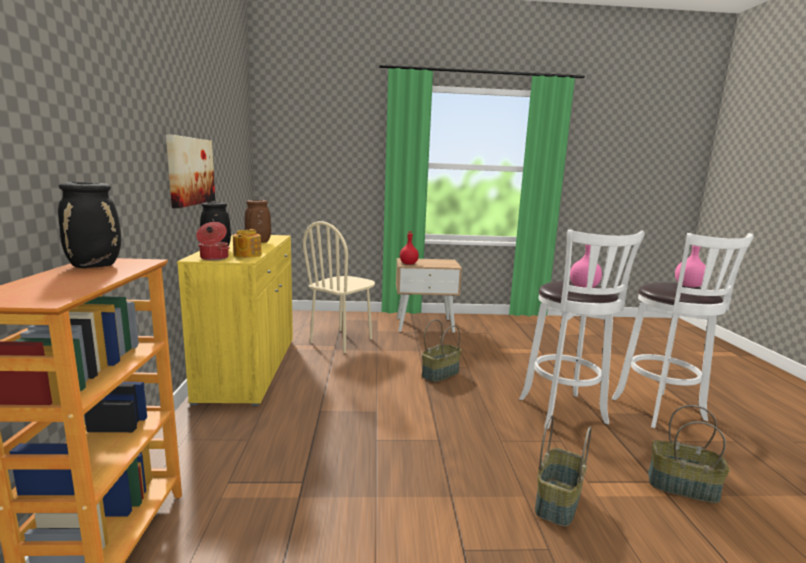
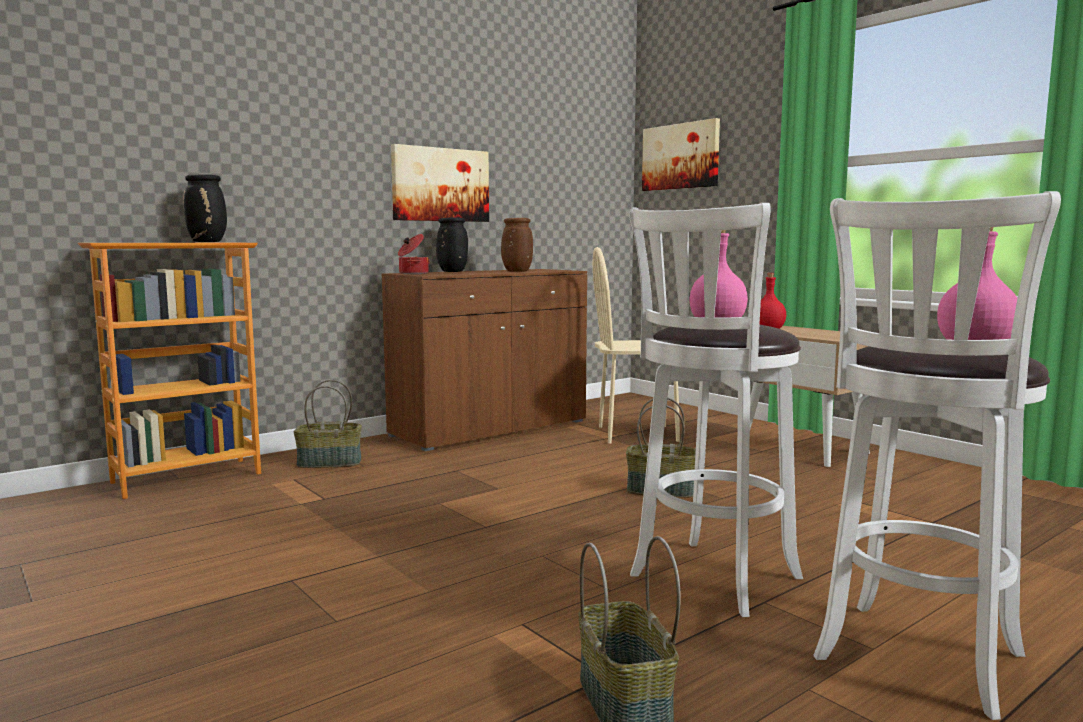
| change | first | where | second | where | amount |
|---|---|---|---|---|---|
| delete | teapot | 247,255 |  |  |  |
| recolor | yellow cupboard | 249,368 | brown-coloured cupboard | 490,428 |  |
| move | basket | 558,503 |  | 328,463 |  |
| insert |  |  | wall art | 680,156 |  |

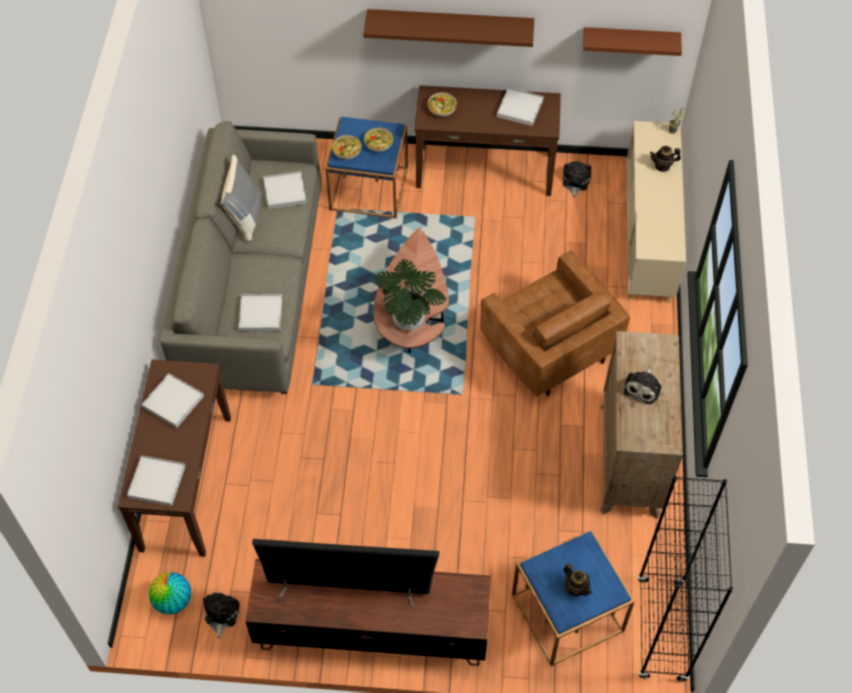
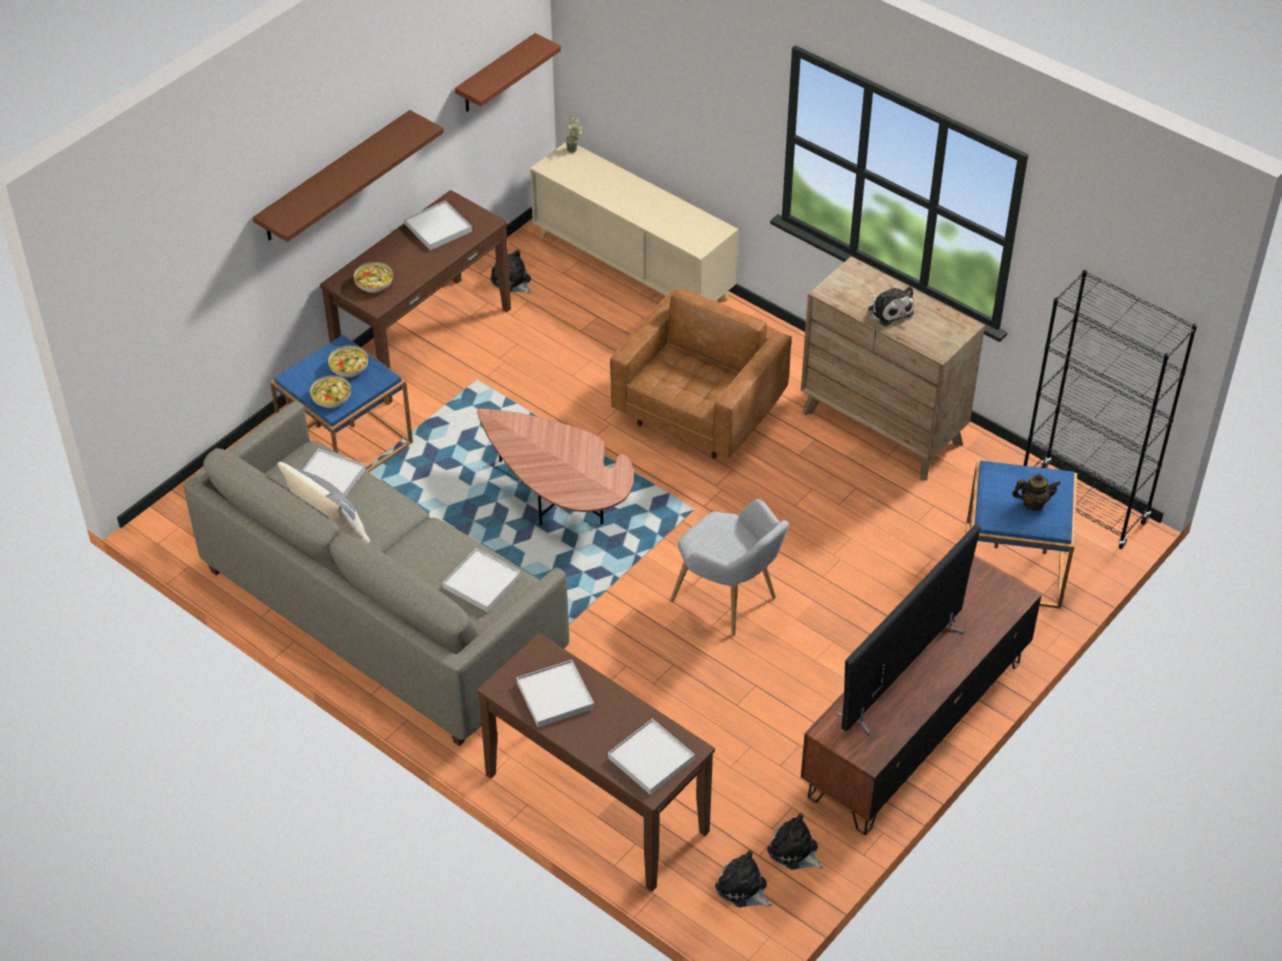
| change | first | where | second | where | amount |
|---|---|---|---|---|---|
| delete | teapot | 662,166 |  |  |  |
| rotate | brown-coloured easy chair | 549,348 |  | 700,414 | 60 degrees counterclockwise |
| delete | plant in a pot | 409,318 |  |  |  |
| replace | world globe | 173,601 | plush toy | 743,888 |  |
| insert |  |  | grey easy chair | 730,601 |  |

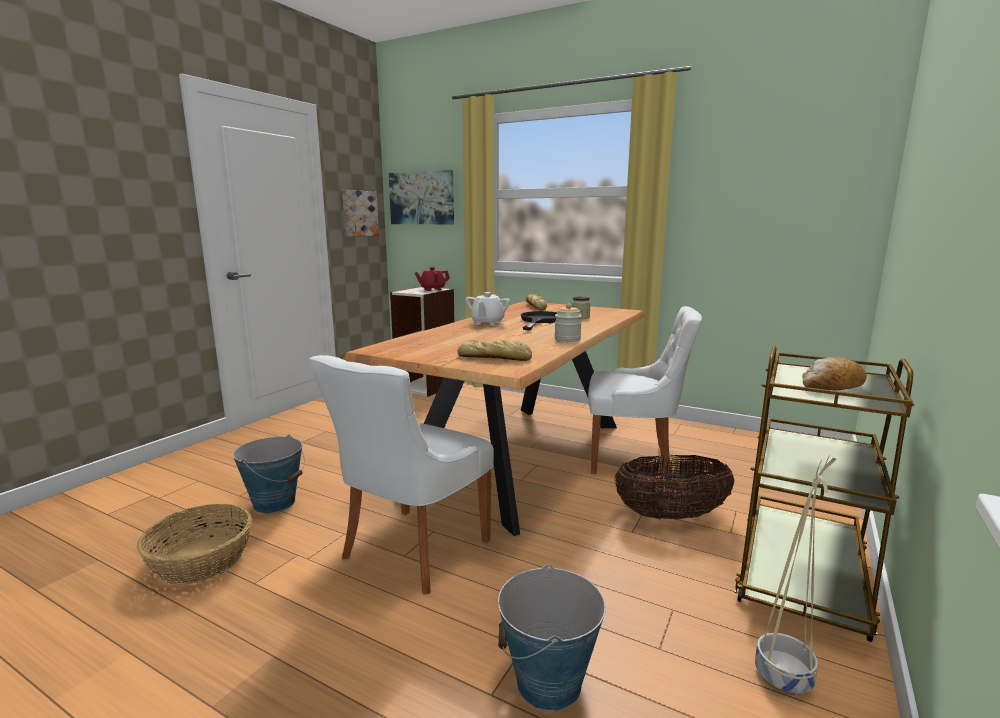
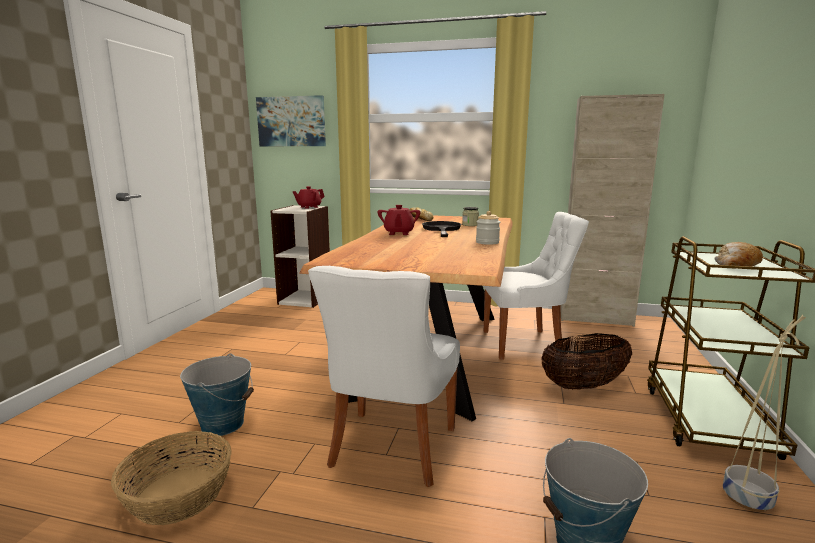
| change | first | where | second | where | amount |
|---|---|---|---|---|---|
| delete | wall art | 359,213 |  |  |  |
| recolor | whitish teapot | 487,323 | red-coloured teapot | 398,233 |  |
| delete | baked bread | 496,358 |  |  |  |
| insert |  |  | beige cupboard | 595,318 |  |

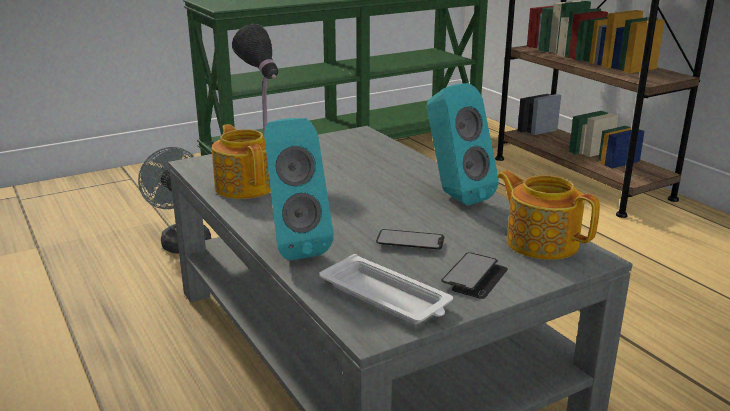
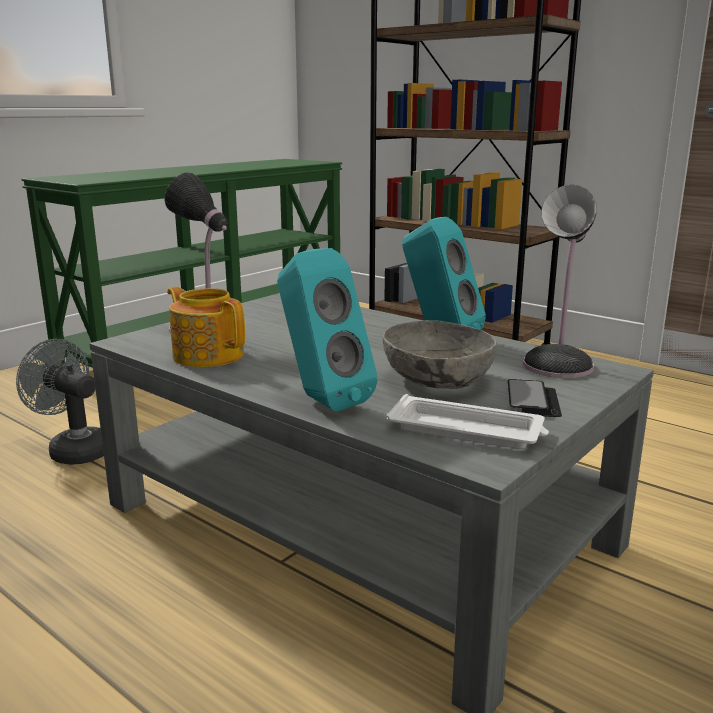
| change | first | where | second | where | amount |
|---|---|---|---|---|---|
| replace | teapot | 541,242 | table lamp | 559,364 |  |
| replace | phone | 410,242 | grey deep dish | 438,380 |  |

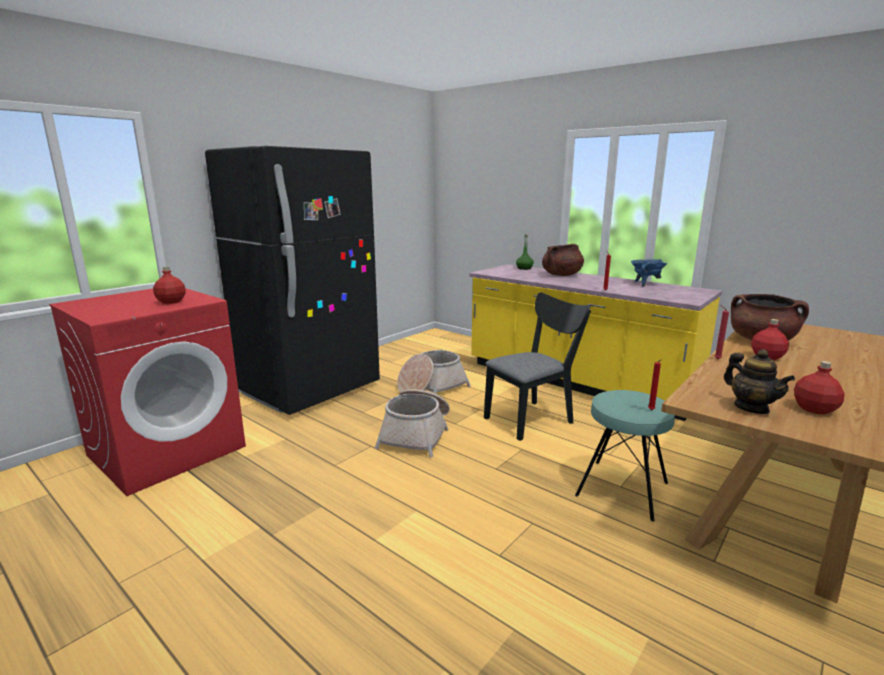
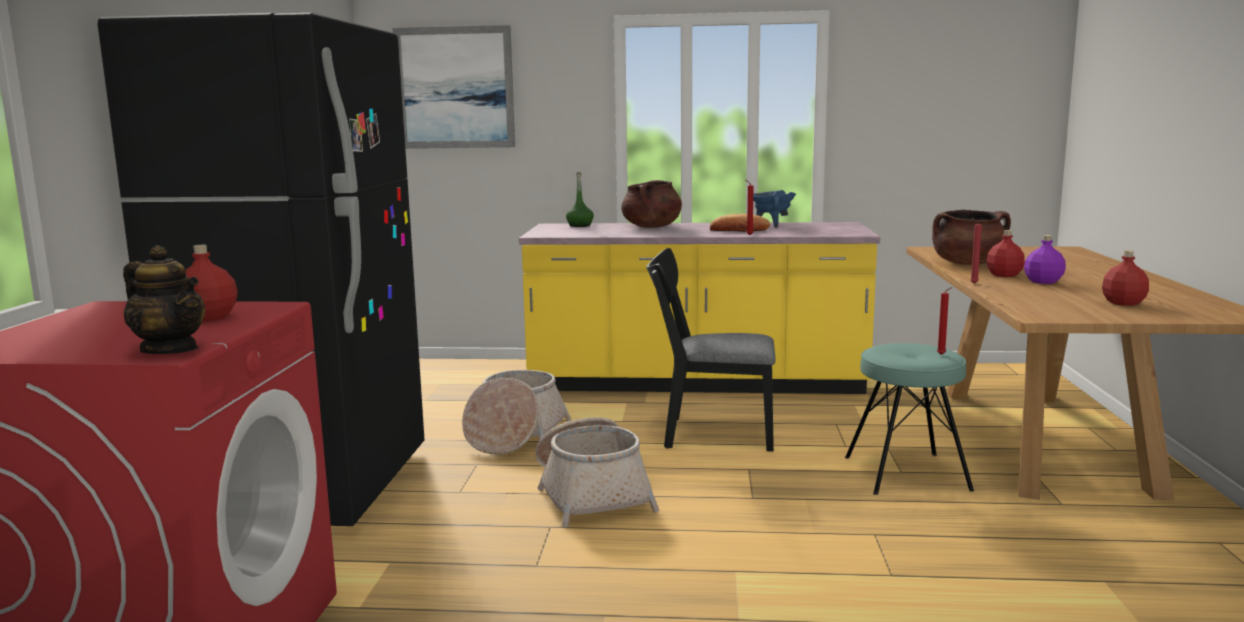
| change | first | where | second | where | amount |
|---|---|---|---|---|---|
| rotate | black-coloured plain chair | 533,418 |  | 709,434 | 105 degrees counterclockwise |
| move | teapot | 751,408 |  | 170,350 |  |
| insert |  |  | wall art | 455,88 |  |
| insert |  |  | baked bread | 739,230 |  |
| insert |  |  | purplish bottle | 1043,282 |  |

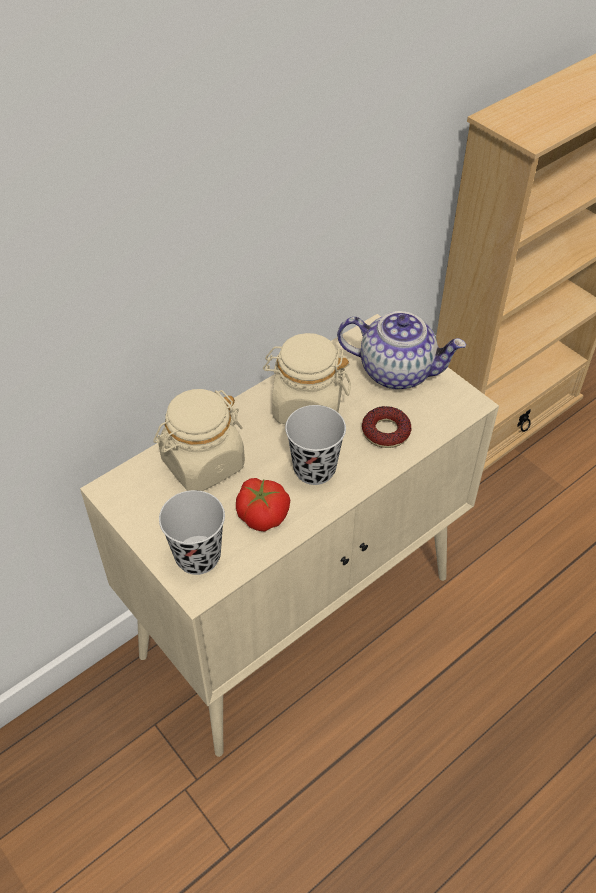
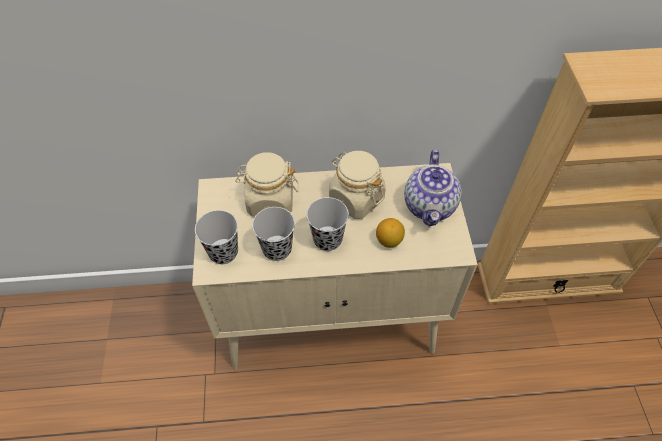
| change | first | where | second | where | amount |
|---|---|---|---|---|---|
| rotate | teapot | 397,371 |  | 430,206 | 45 degrees clockwise |
| replace | doughnut | 385,432 | citrus fruit | 389,240 |  |
| replace | tomato | 263,514 | black-coloured small cup | 277,249 |  |

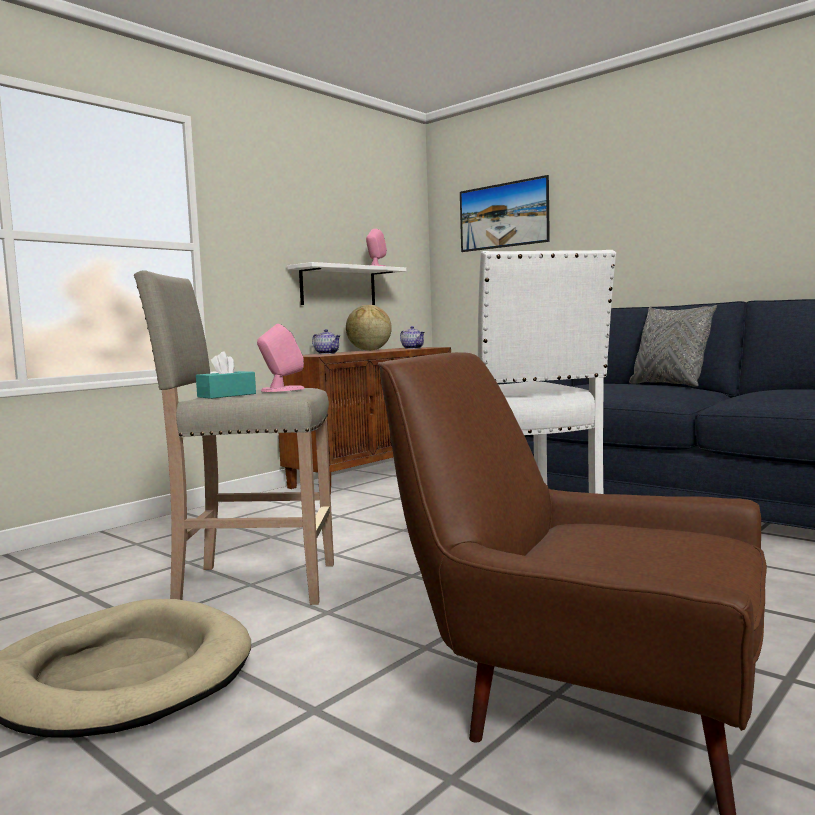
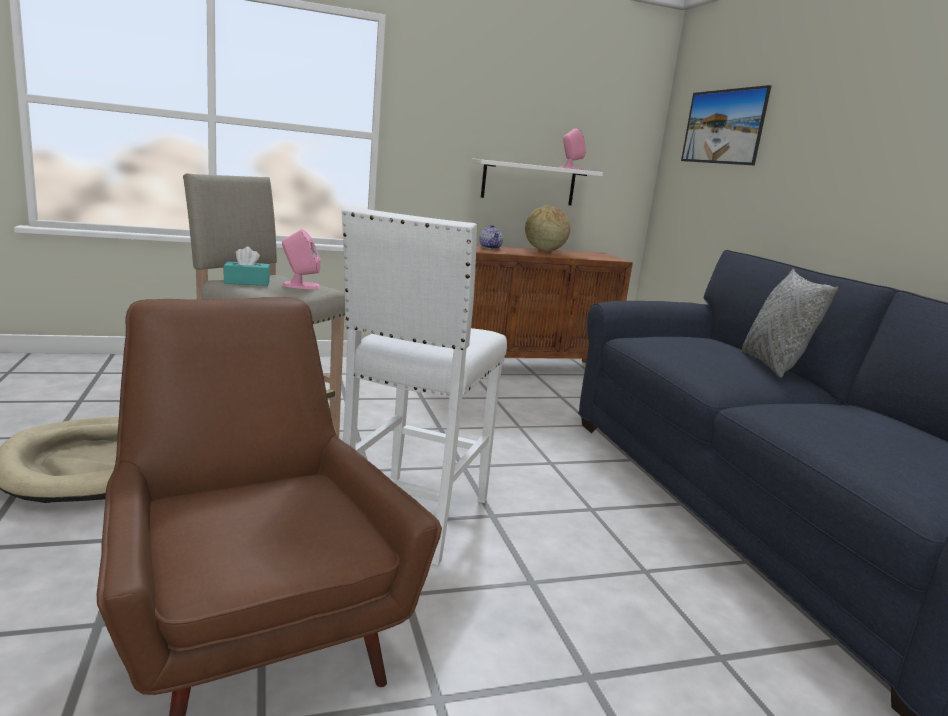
| change | first | where | second | where | amount |
|---|---|---|---|---|---|
| delete | teapot | 413,348 |  |  |  |

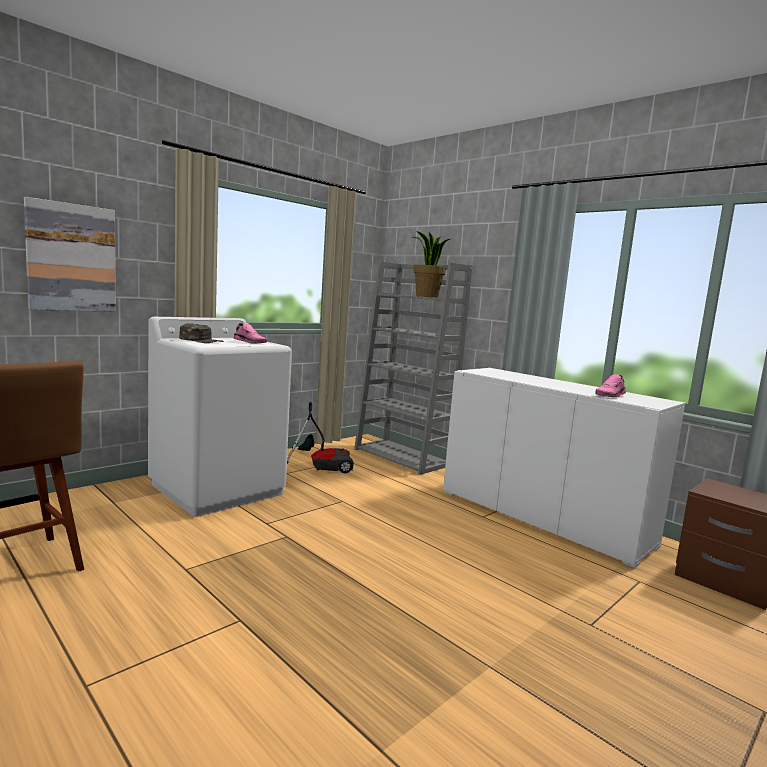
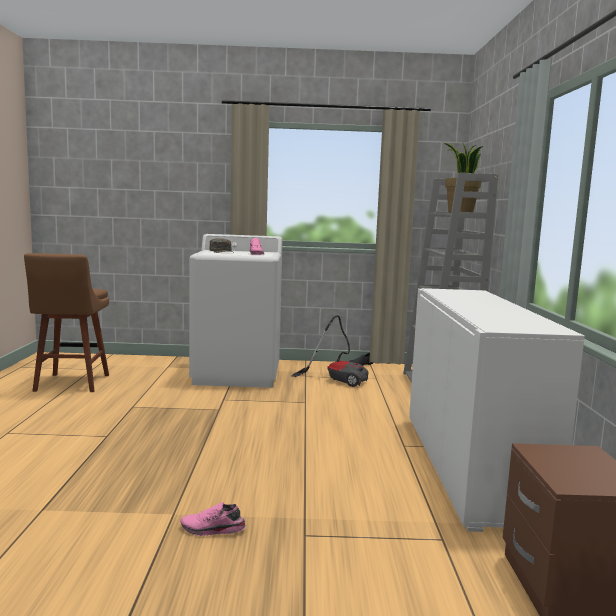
| change | first | where | second | where | amount |
|---|---|---|---|---|---|
| delete | wall art | 71,258 |  |  |  |
| move | pinkish low shoe | 611,395 |  | 212,530 |  |

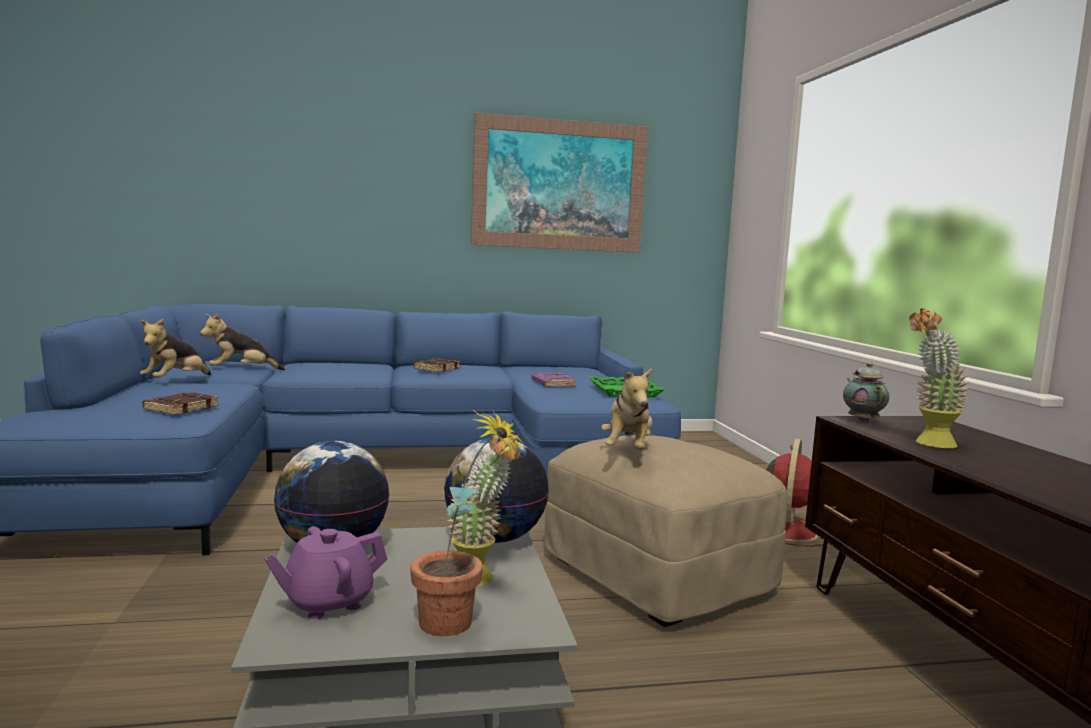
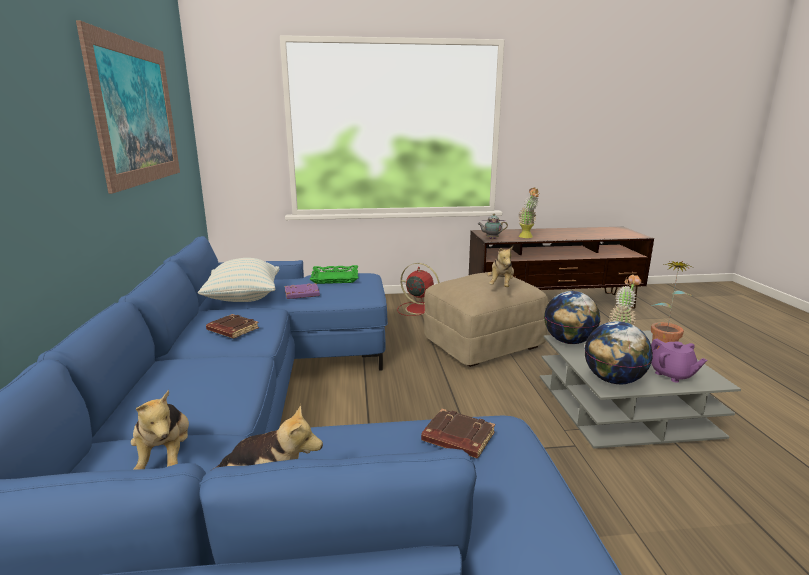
| change | first | where | second | where | amount |
|---|---|---|---|---|---|
| rotate | plush toy | 628,450 |  | 501,286 | 90 degrees clockwise |
| insert |  |  | throw pillow | 243,298 |  |

